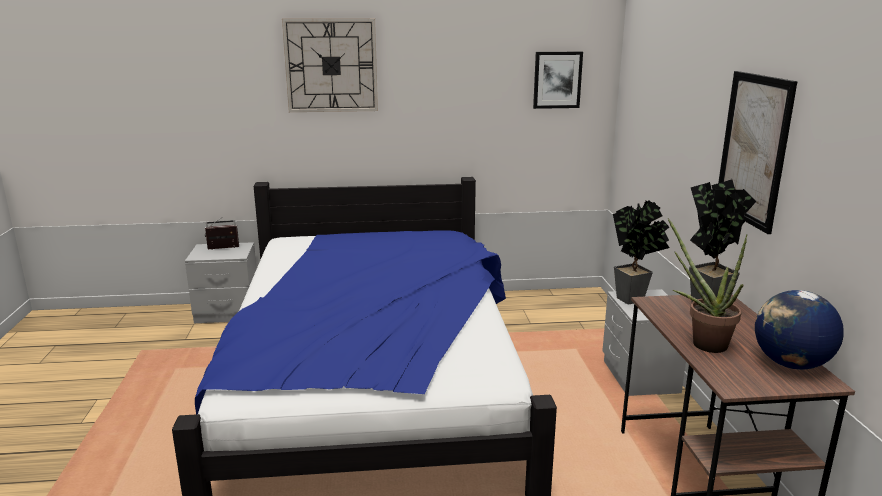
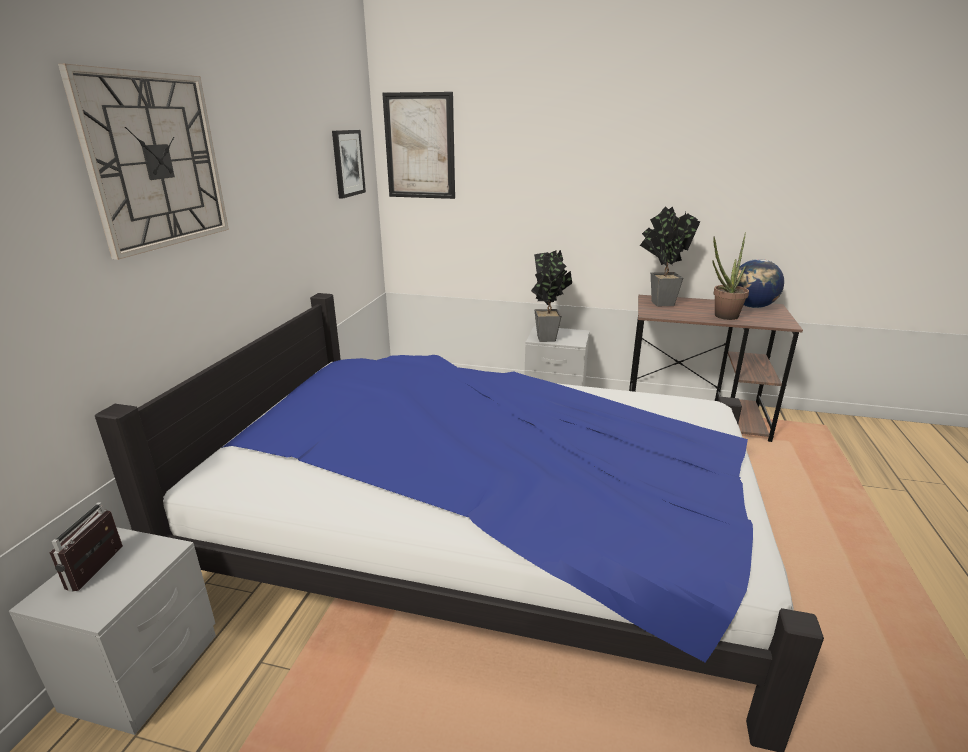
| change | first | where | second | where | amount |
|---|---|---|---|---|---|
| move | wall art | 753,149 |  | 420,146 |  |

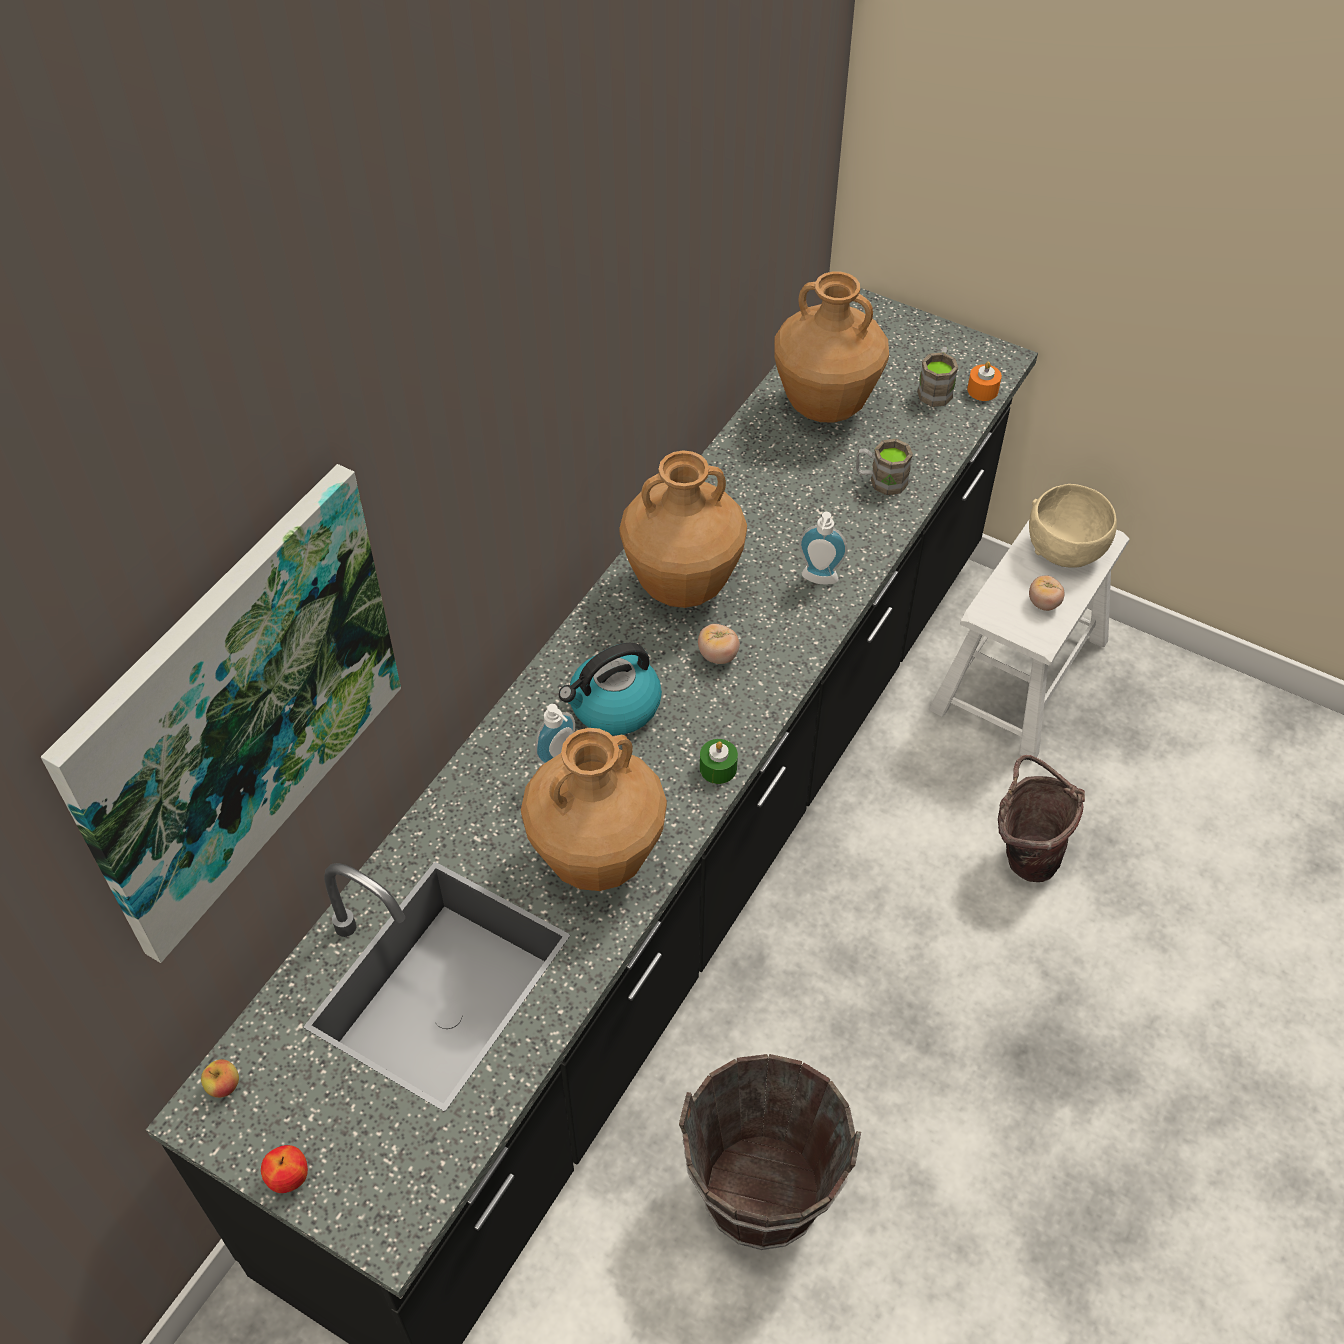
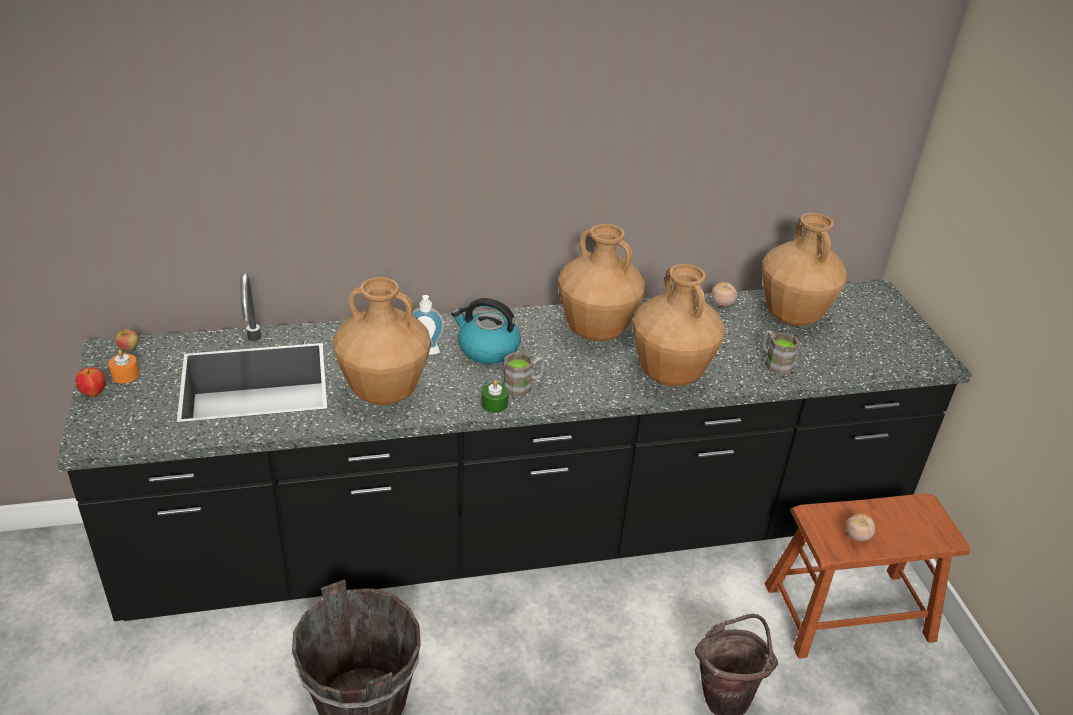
| change | first | where | second | where | amount |
|---|---|---|---|---|---|
| move | brown-coloured mug | 936,389 |  | 523,385 |  |
| move | orangey wax light | 982,390 |  | 125,375 |  |
| delete | wall art | 236,711 |  |  |  |
| delete | beige deep dish | 1066,548 |  |  |  |
| replace | soap bottle | 818,580 | brown-coloured vase | 670,375 |  |
| recolor | whitish stool seat | 1019,675 | brown-coloured stool seat | 848,611 |  |
| move | tomato | 718,655 |  | 722,303 |  |

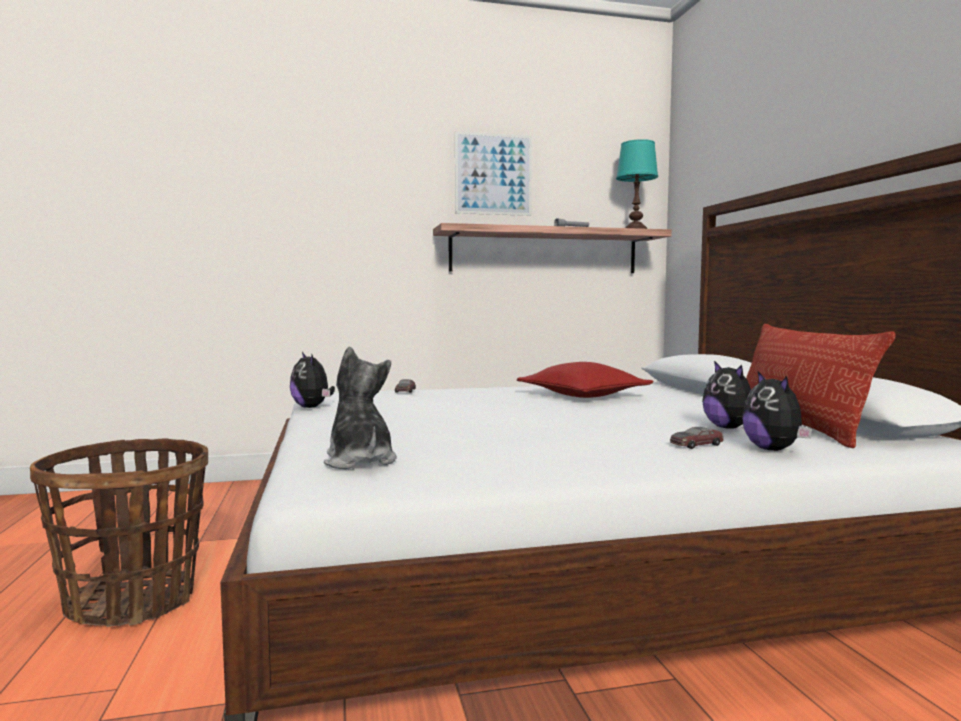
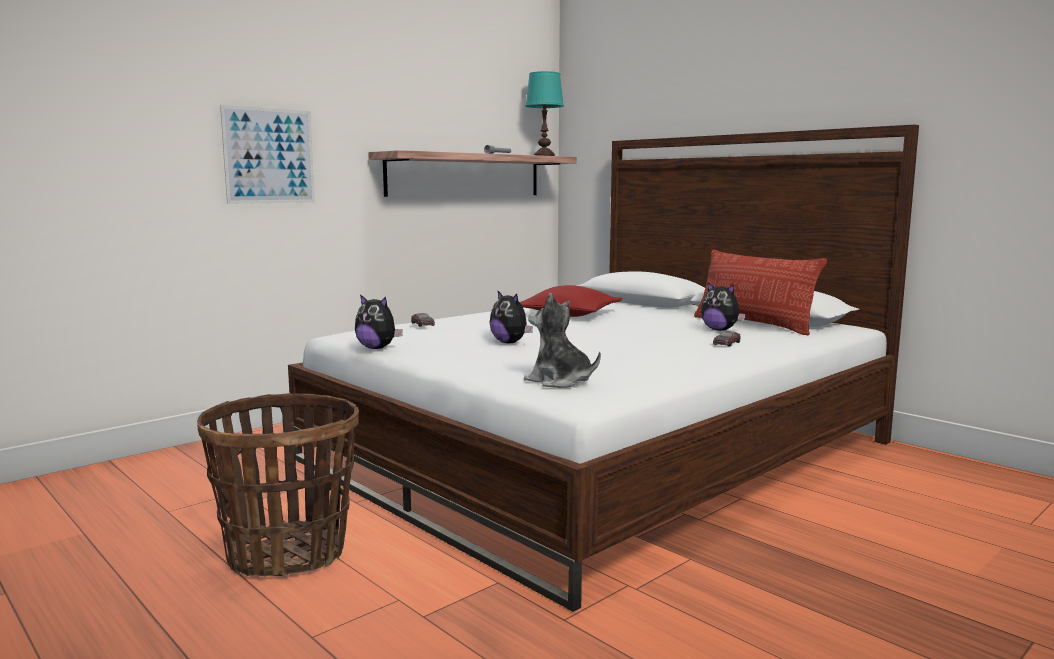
| change | first | where | second | where | amount |
|---|---|---|---|---|---|
| move | wall art | 493,174 |  | 269,156 |  |
| move | plush toy | 773,450 |  | 510,343 |  |

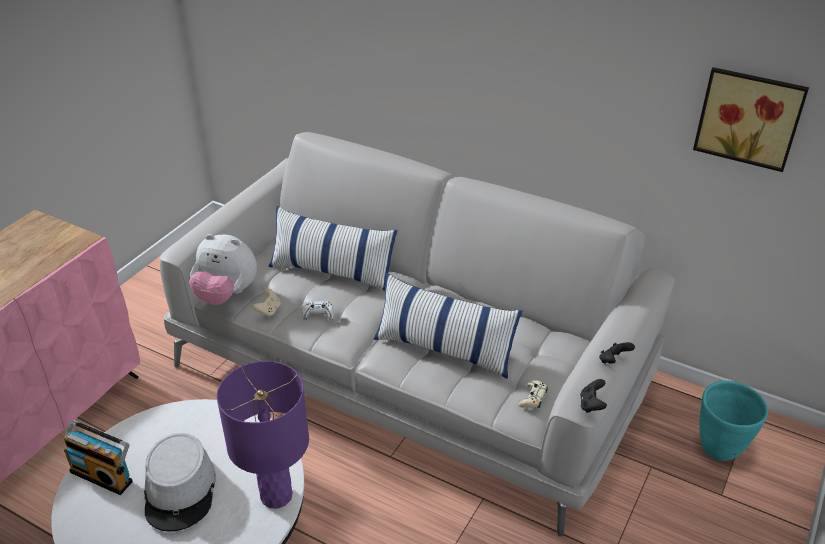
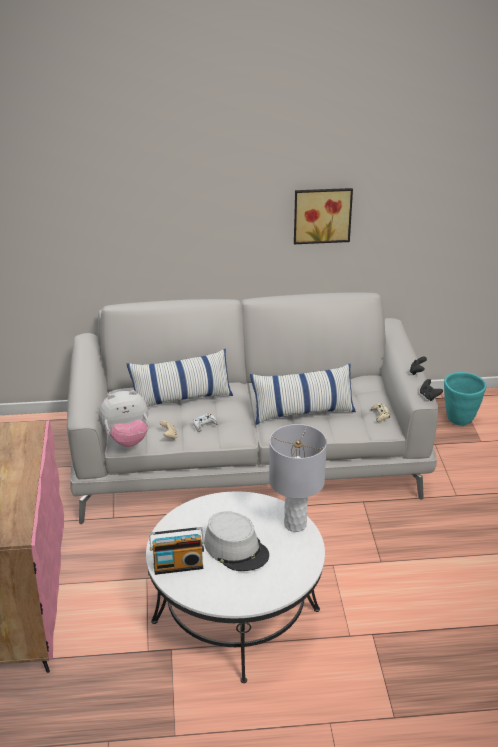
| change | first | where | second | where | amount |
|---|---|---|---|---|---|
| move | wall art | 749,117 |  | 322,214 |  |
| recolor | purplish table lamp | 276,496 | grey table lamp | 295,524 |  |

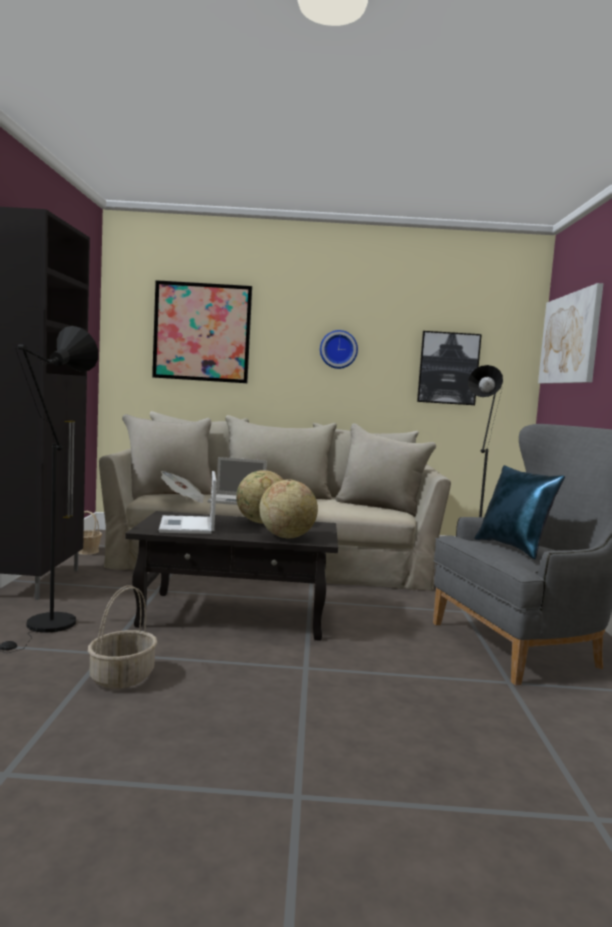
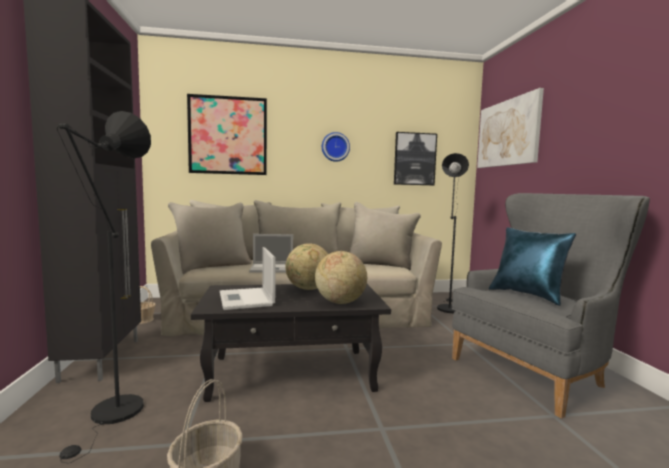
| change | first | where | second | where | amount |
|---|---|---|---|---|---|
| delete | newspaper | 183,500 |  |  |  |

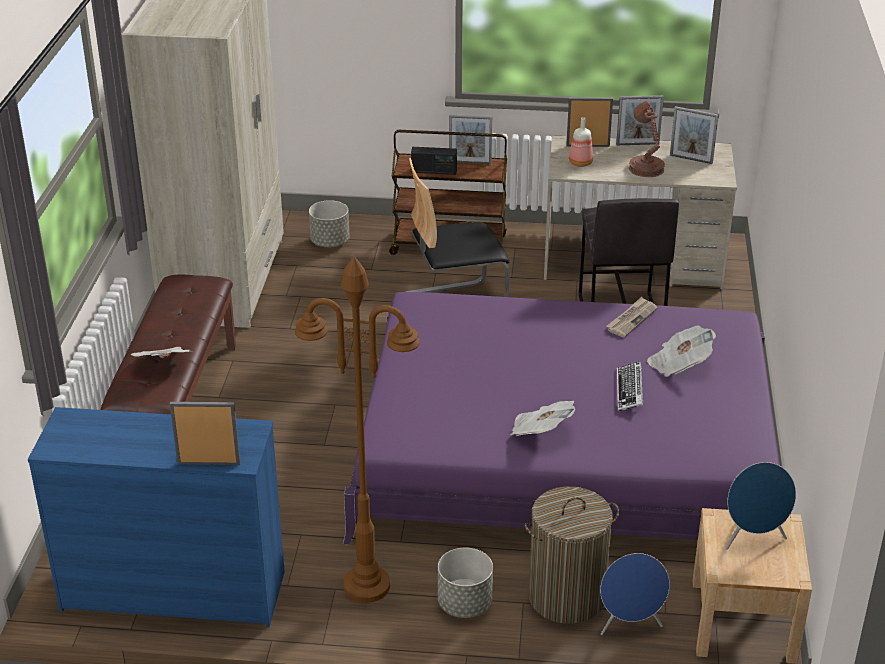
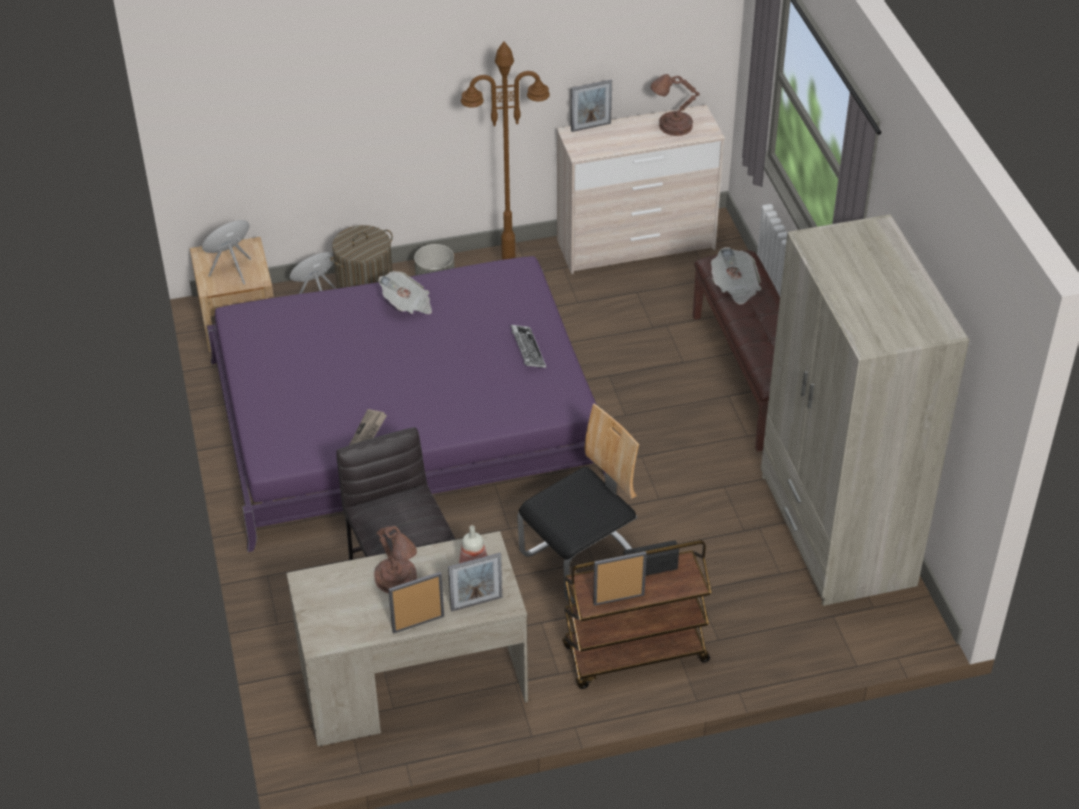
| change | first | where | second | where | amount |
|---|---|---|---|---|---|
| delete | standing frame | 691,159 |  |  |  |
| delete | grey planter | 330,242 |  |  |  |
| delete | newspaper | 679,364 |  |  |  |
| move | PC keyboard | 629,390 |  | 527,350 |  |
| recolor | blue-coloured drawer chest | 174,590 | beige drawer chest | 636,246 |  |
| insert |  |  | brown-coloured table lamp | 672,126 |  |

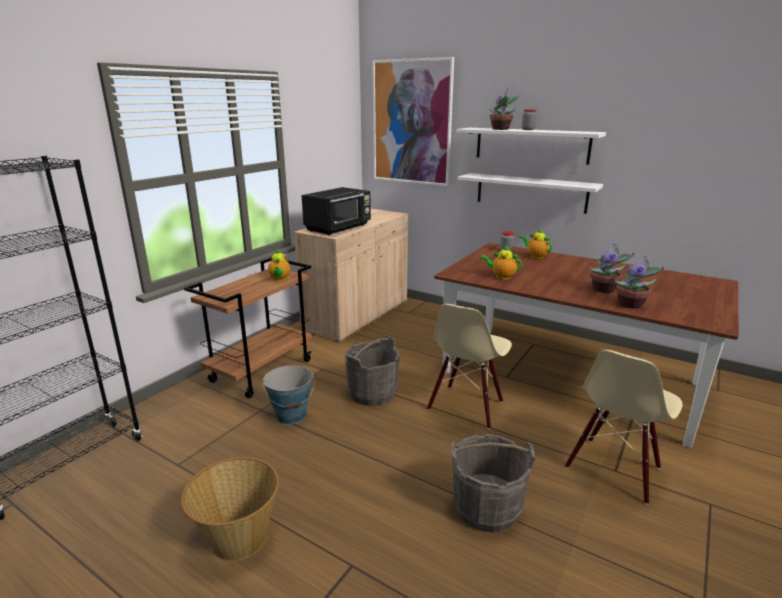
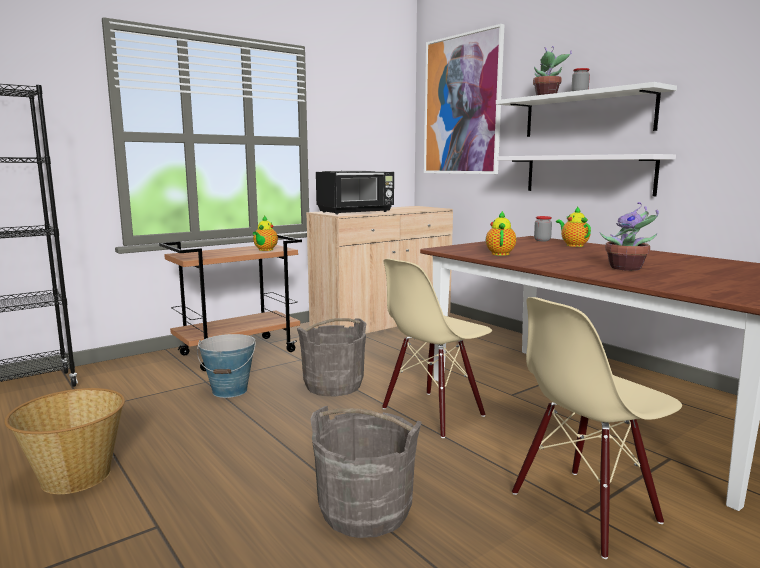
| change | first | where | second | where | amount |
|---|---|---|---|---|---|
| rotate | teapot | 501,276 |  | 500,253 | 60 degrees clockwise |
| delete | plant in a pot | 632,305 |  |  |  |

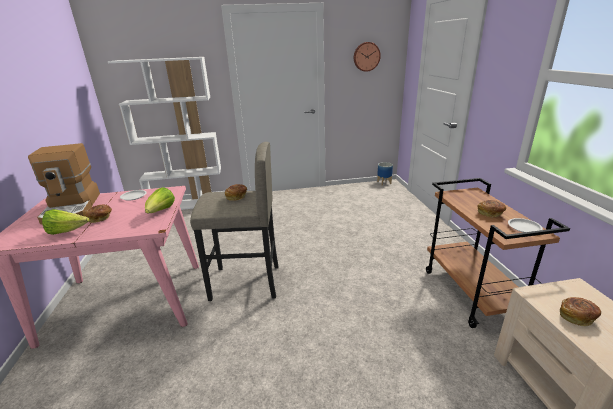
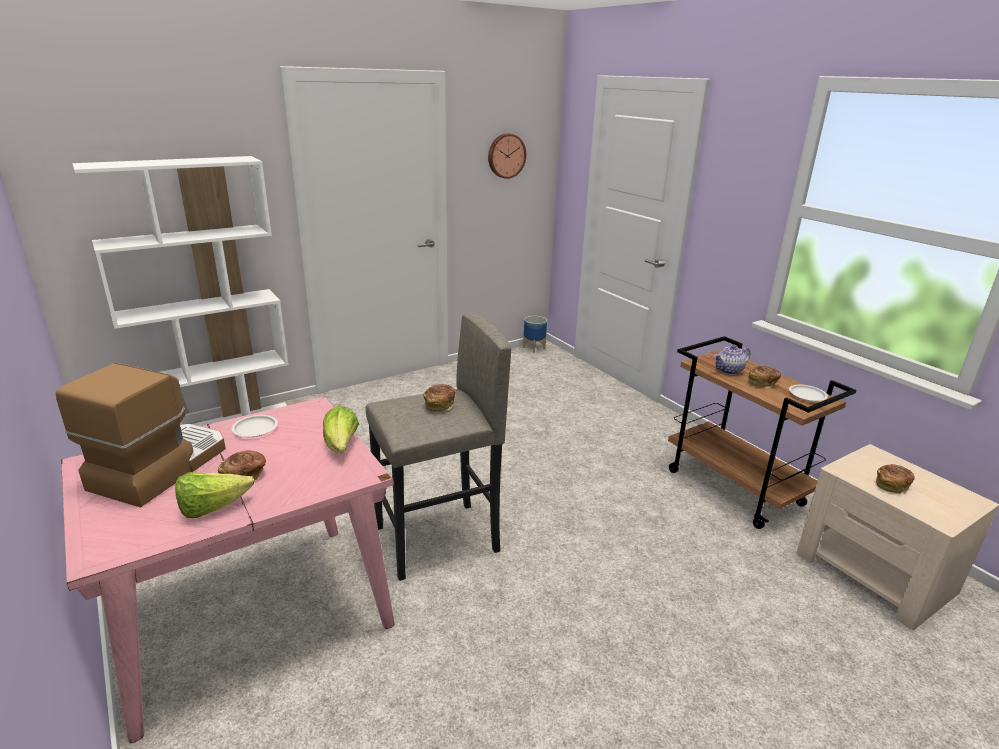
| change | first | where | second | where | amount |
|---|---|---|---|---|---|
| rotate | coffee maker | 73,208 |  | 159,467 | 120 degrees counterclockwise |
| insert |  |  | teapot | 729,371 |  |

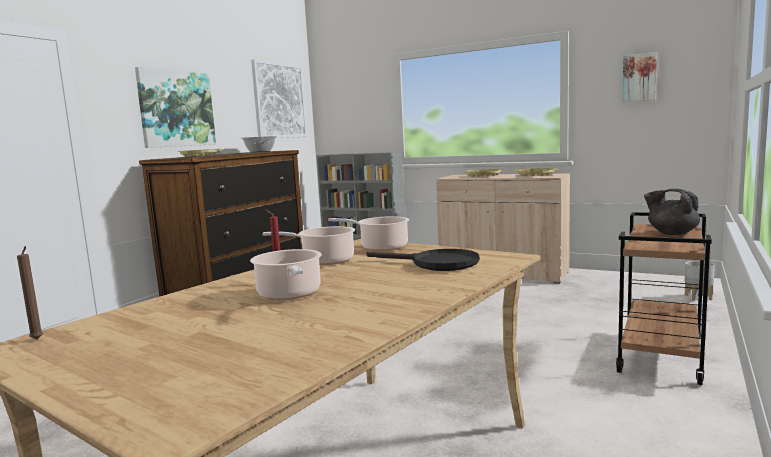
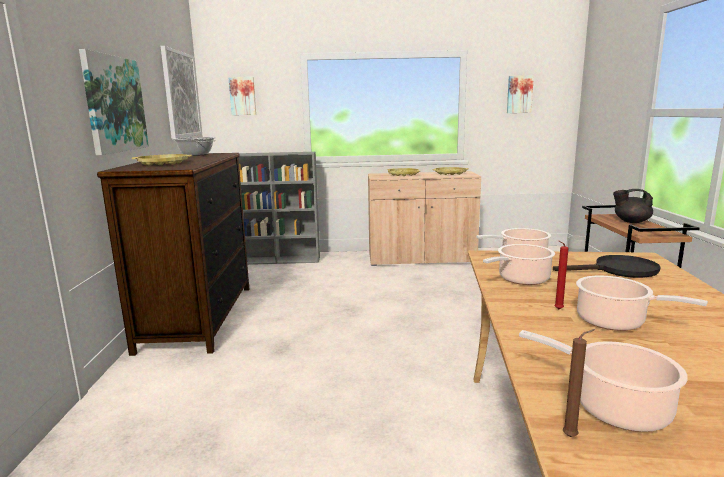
| change | first | where | second | where | amount |
|---|---|---|---|---|---|
| insert |  |  | wall art | 242,96 |  |
| insert |  |  | stockpot | 614,407 |  |

